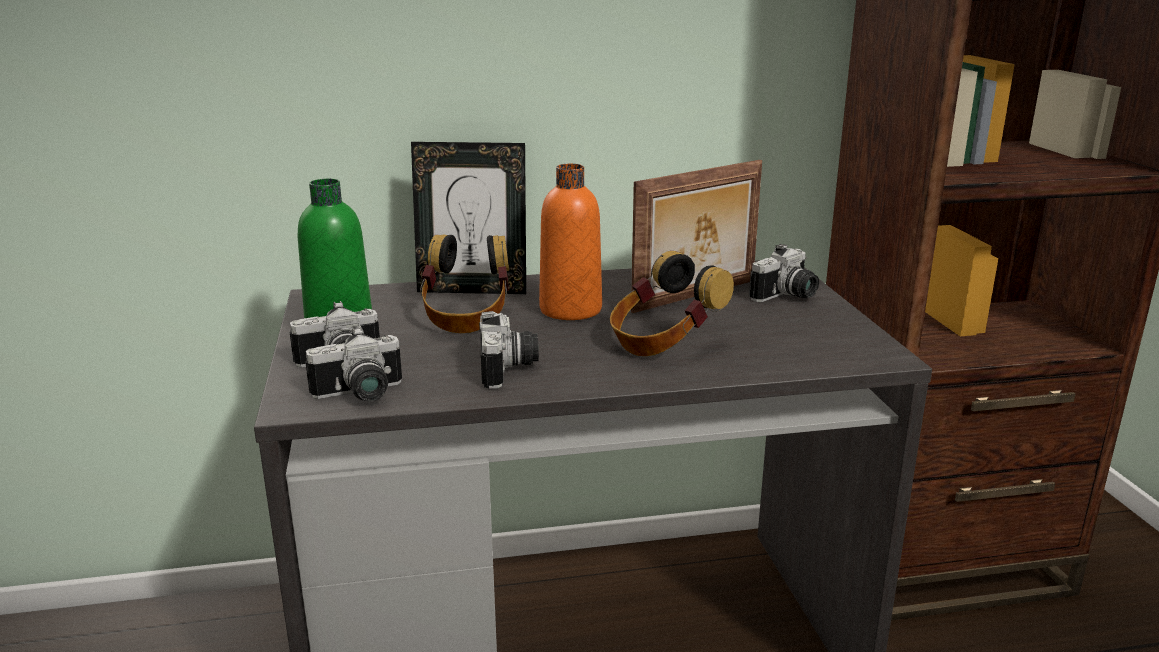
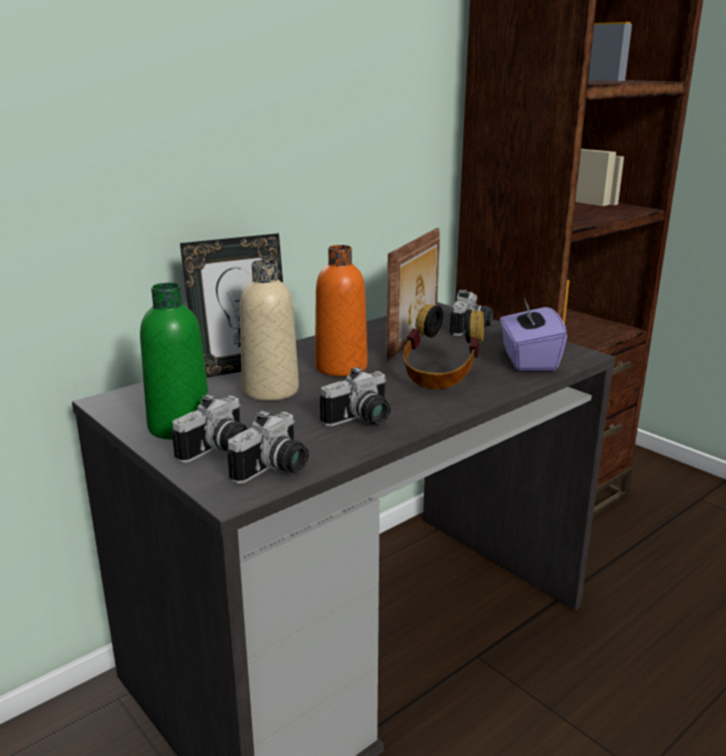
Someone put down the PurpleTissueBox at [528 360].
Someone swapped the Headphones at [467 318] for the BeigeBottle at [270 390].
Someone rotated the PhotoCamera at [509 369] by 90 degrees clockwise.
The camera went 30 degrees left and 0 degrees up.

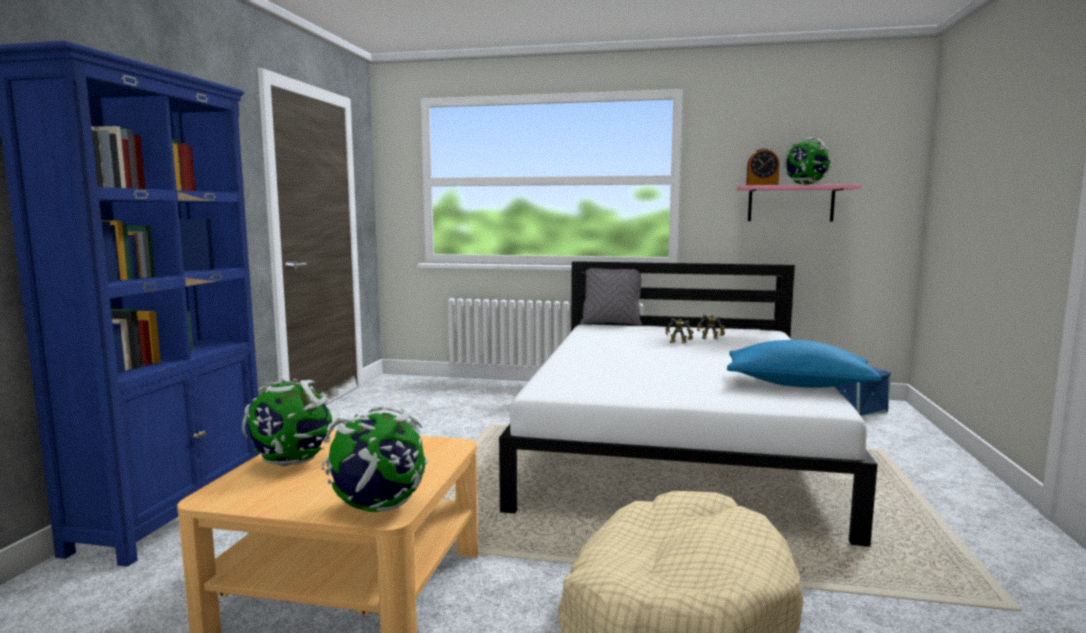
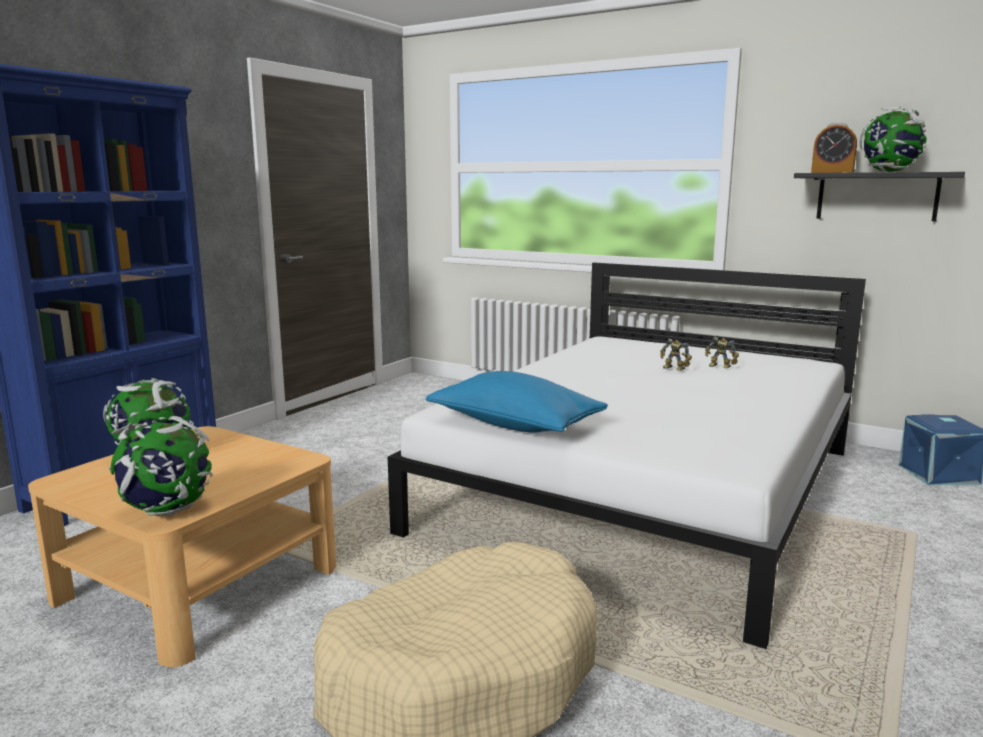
Someone took away the GreyPillow at [611 324].
Someone carried the BluePillow from [797 384] to [515 425].
Someone repainted the PinkShelf at [790 203], which became the BlackShelf at [877 196].
The camera went 20 degrees right and 5 degrees up.

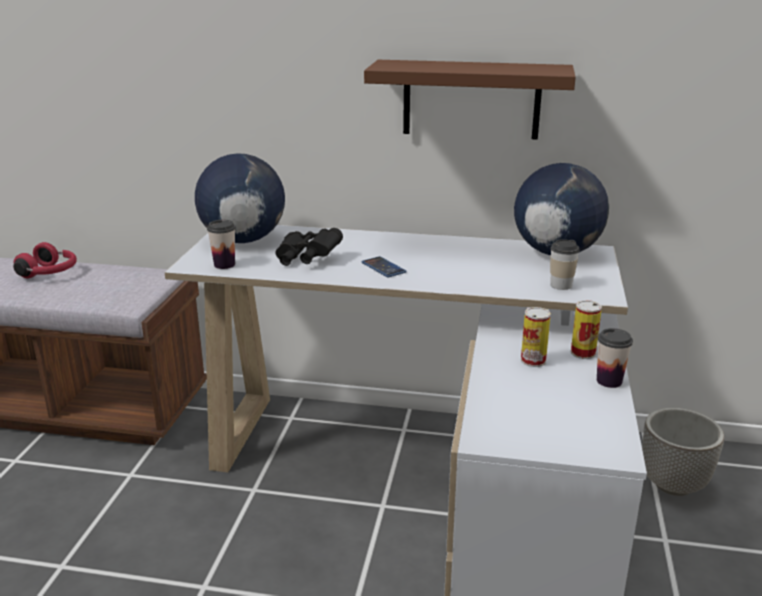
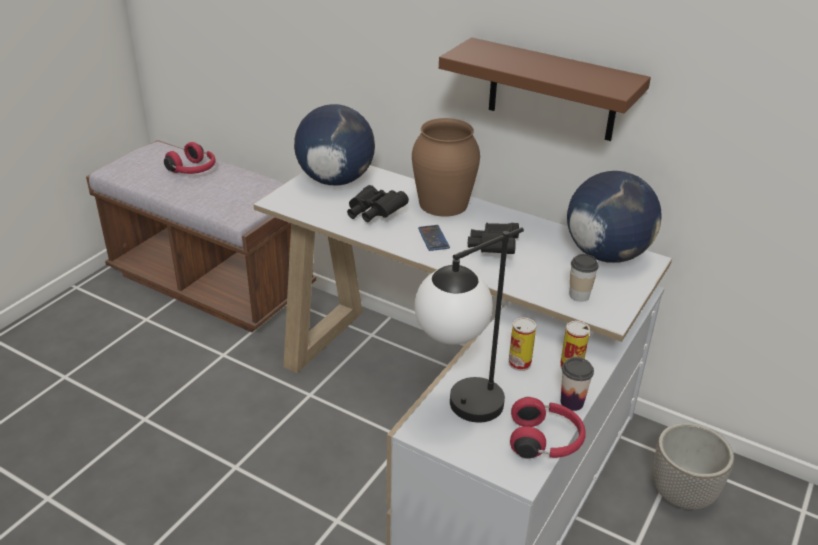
Someone took away the Cup at [224 264].
Someone put down the BrownVase at [443 204].
Someone put down the TableLamp at [459 413].
Someone put down the BlackBinoculars at [493 248].
Someone put down the RedHeadphones at [546 441].
The camera went 20 degrees right and 10 degrees up.

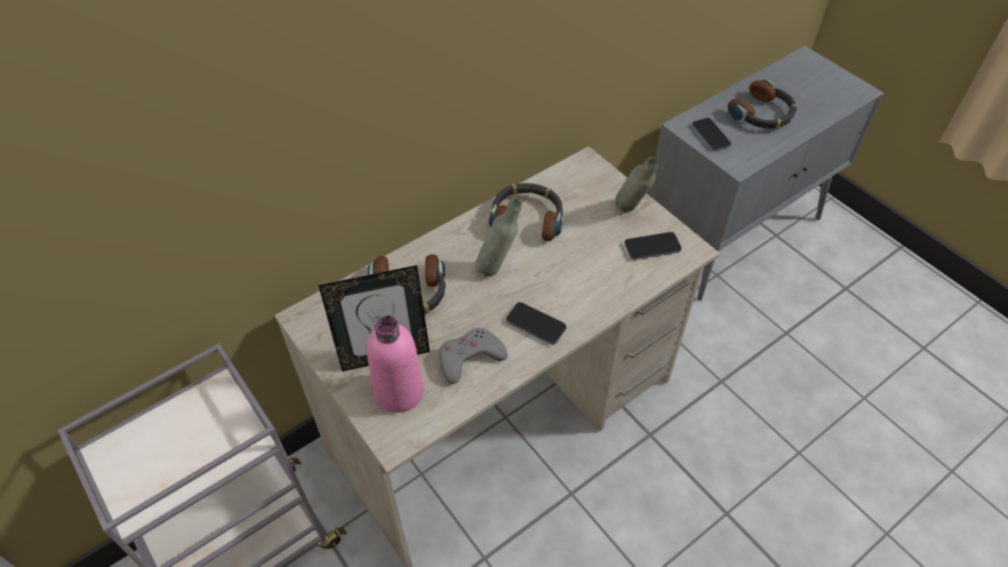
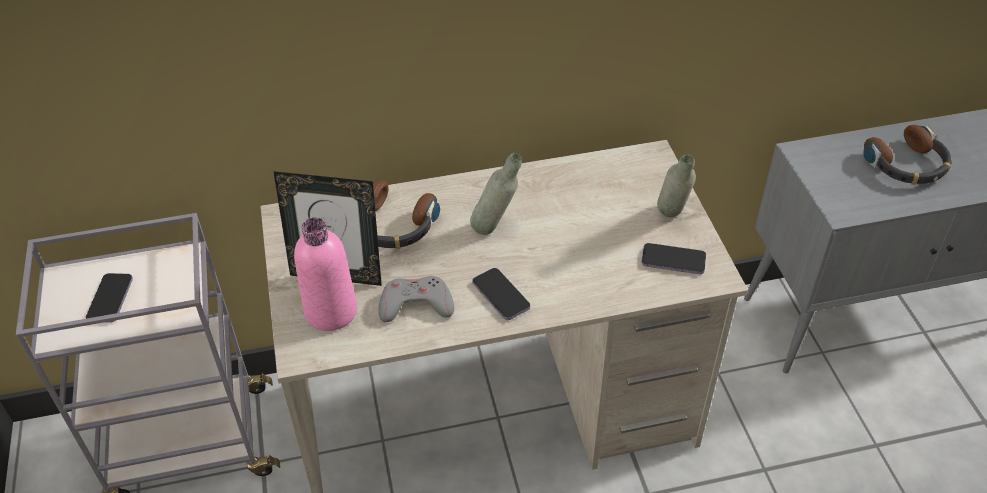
Someone took away the Headphones at [527 218].
Someone carried the Phone from [710 136] to [110 299].
The camera went 25 degrees right and 5 degrees down.

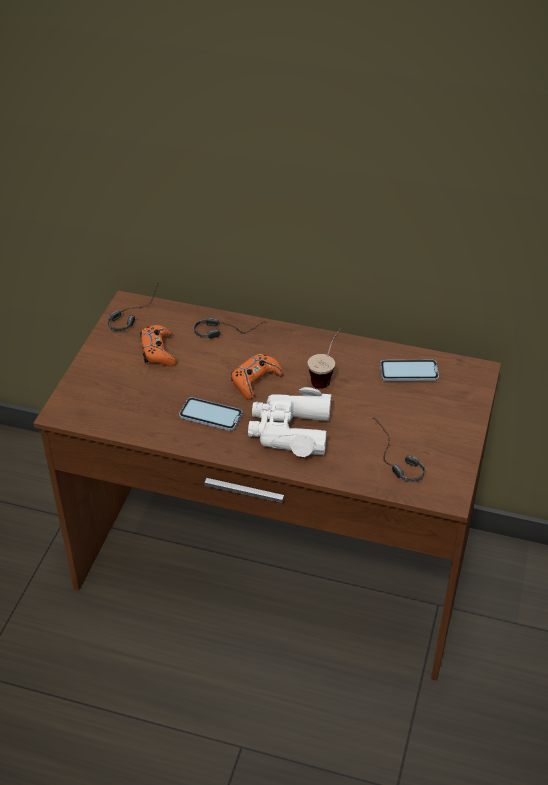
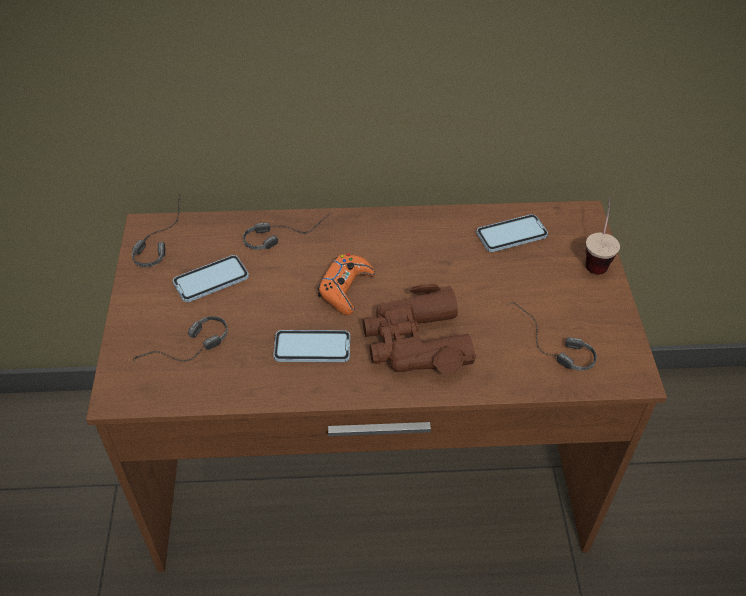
Someone put down the Headphones at [186 354].
Someone carried the Cup from [326 376] to [596 257].
Someone swapped the OrangeGameController at [158 351] for the Phone at [211 280].
Someone repainted the WhiteBinoculars at [290 431], which became the BrownBinoculars at [415 342].
The camera went 20 degrees left and 5 degrees up.

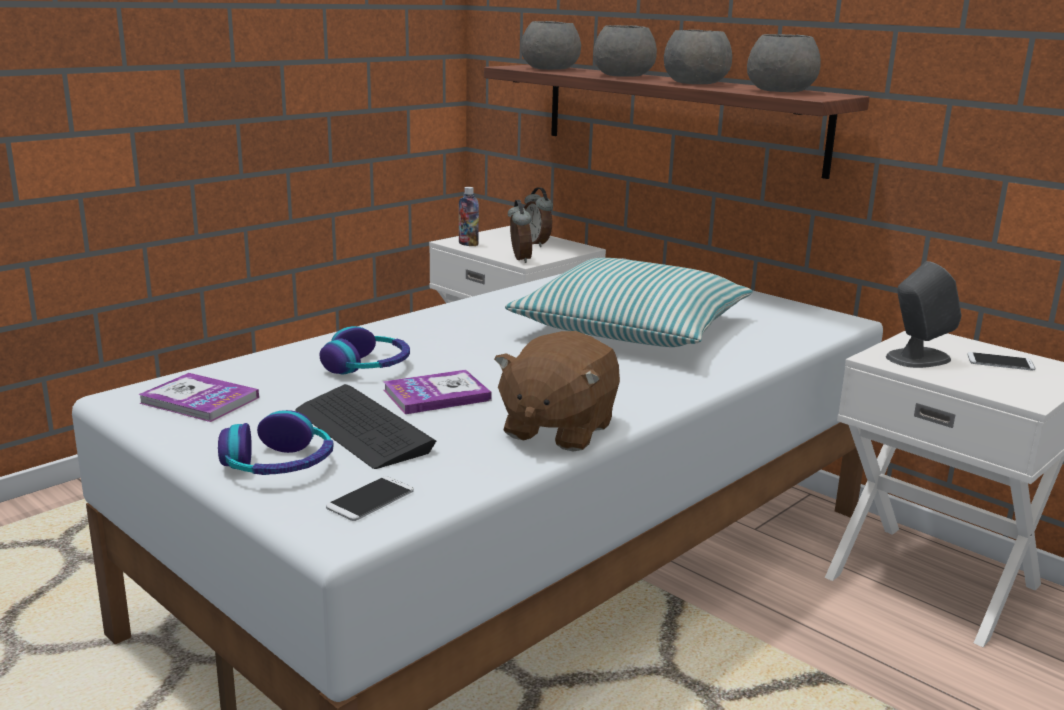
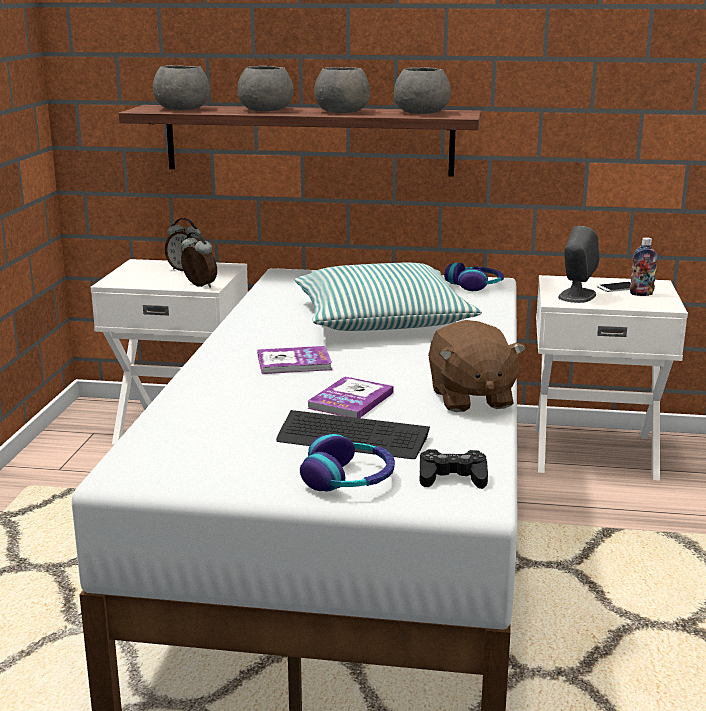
Someone carried the Book from [199 400] to [294 363].
Someone carried the Headphones from [367 366] to [475 285].
Someone carried the Bottle from [468 244] to [641 294].
Someone swapped the Phone at [370 499] for the BlackGameController at [452 477].
The camera went 35 degrees left and 0 degrees up.

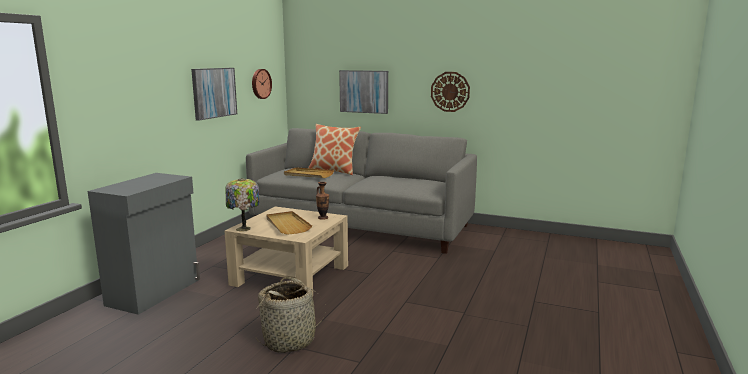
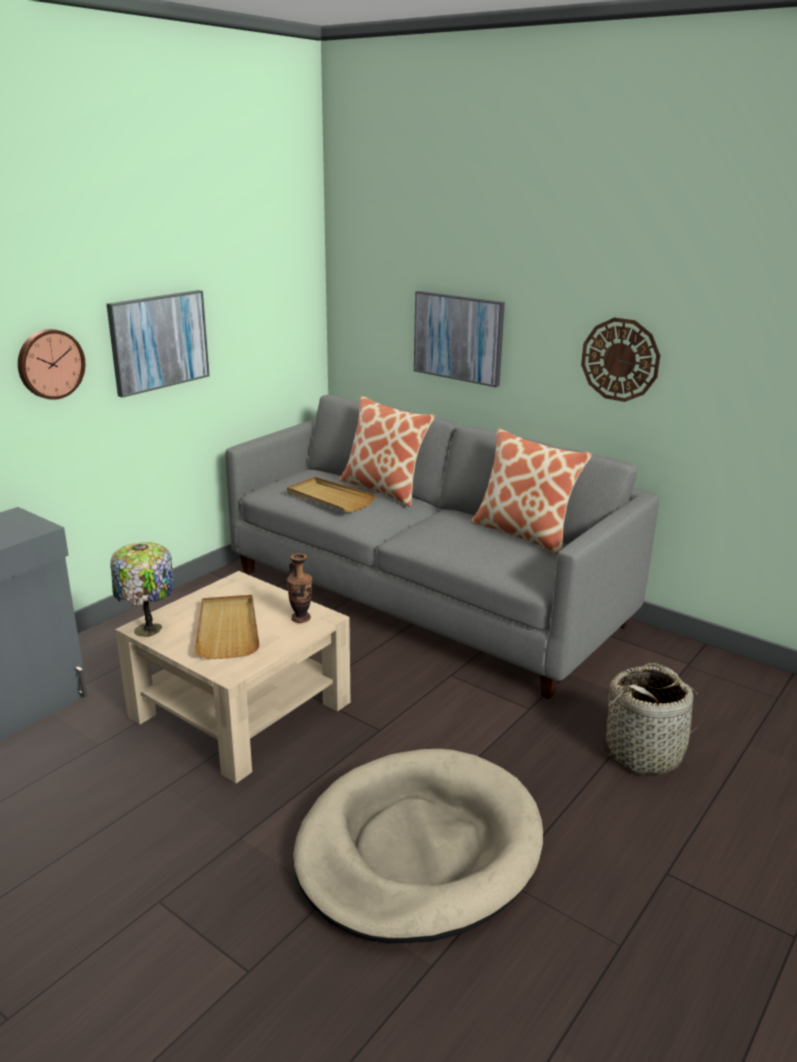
Someone put down the BeigeDogBed at [418 849].
Someone put down the Pillow at [524 534].
Someone carried the WallClock from [260 83] to [50 363].
Someone carried the Basket from [290 340] to [644 753].
The camera went 15 degrees right and 10 degrees up.

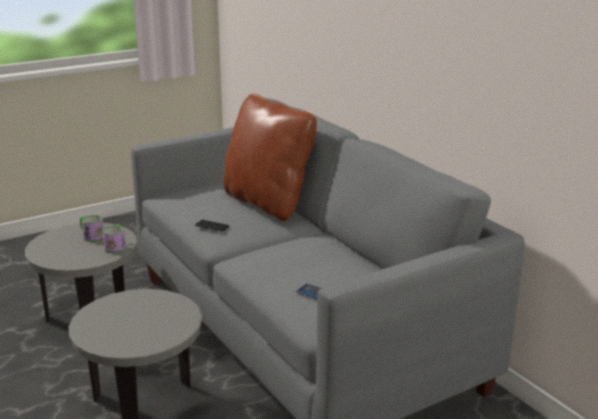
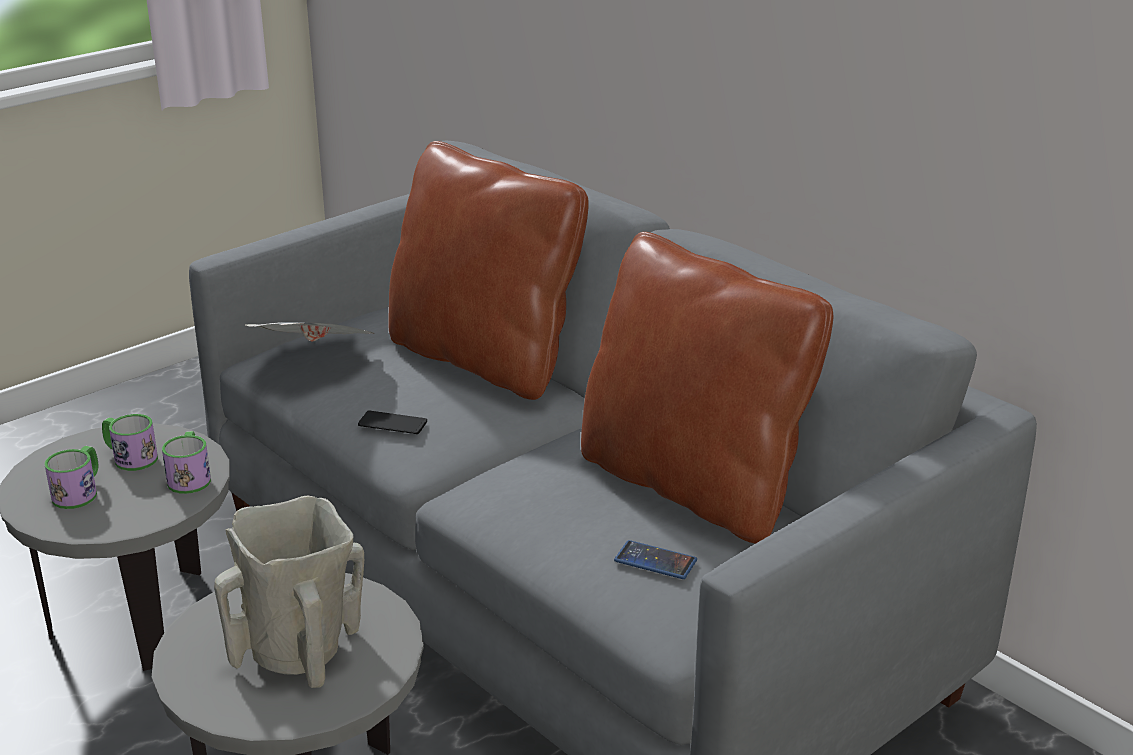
Someone put down the Mug at [79 492].
Someone put down the BeigeVase at [301 651].
Someone put down the Newspaper at [317 360].
Someone put down the BrownPillow at [693 485].
The camera went 10 degrees left and 5 degrees up.

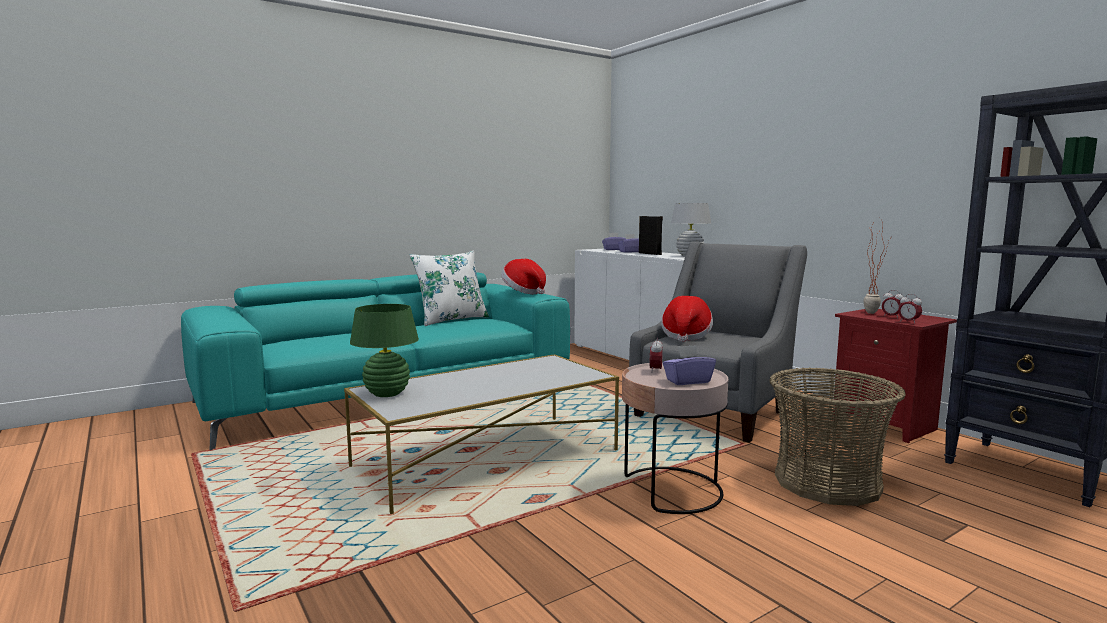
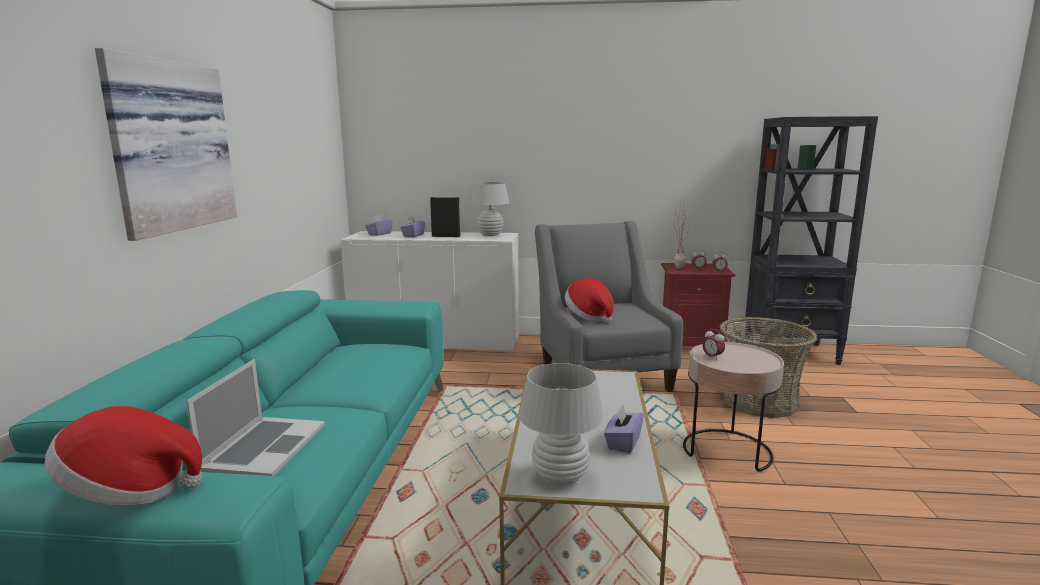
Someone took away the WhitePillow at [451 320].
Someone put up the Picture at [168 146].
Someone put down the Laptop at [264 446].
Someone carried the Hat from [524 292] to [129 491].
Someone carried the PurpleTissueBox from [688 381] to [623 443].
Someone repainted the GreenTableLamp at [387 394], which became the WhiteTableLamp at [560 477].
The camera went 50 degrees left and 5 degrees up.

